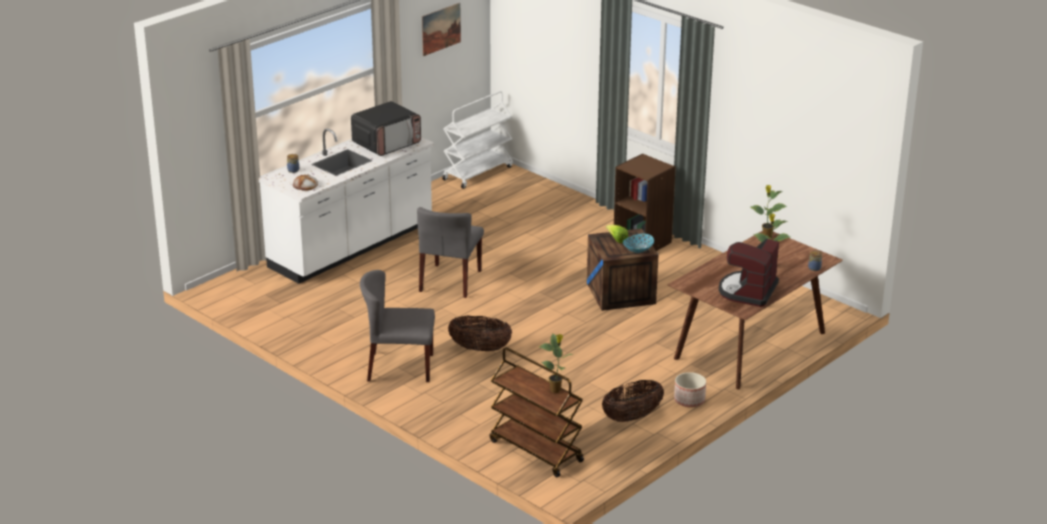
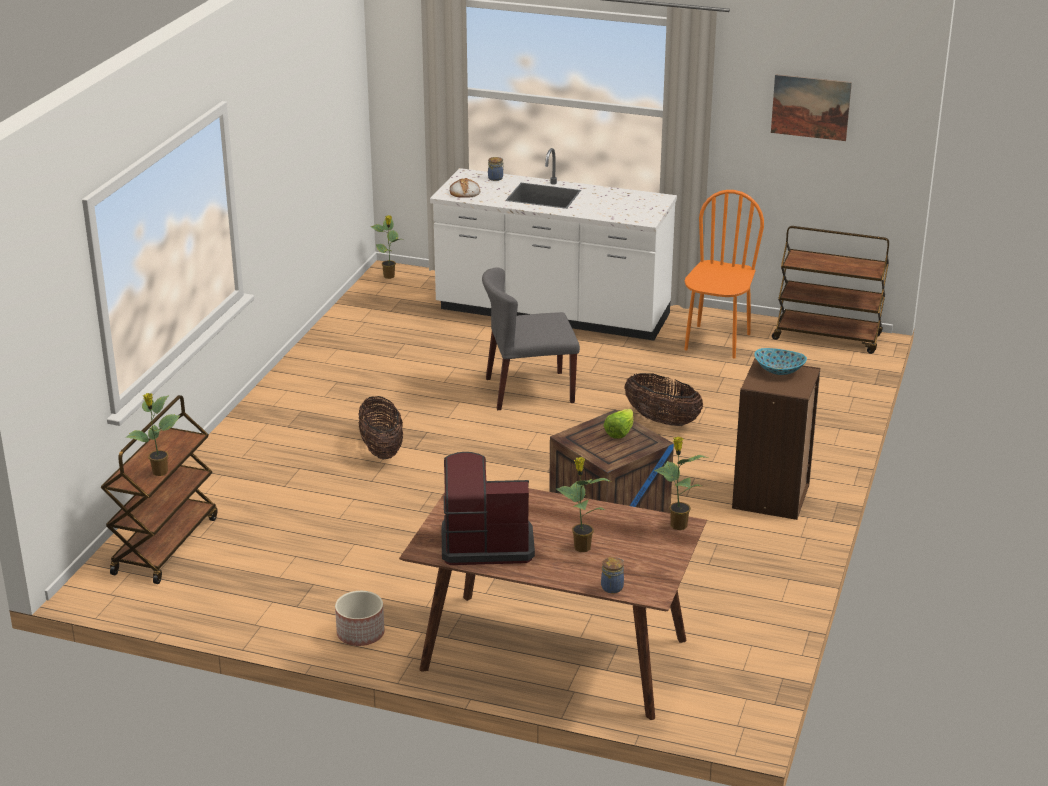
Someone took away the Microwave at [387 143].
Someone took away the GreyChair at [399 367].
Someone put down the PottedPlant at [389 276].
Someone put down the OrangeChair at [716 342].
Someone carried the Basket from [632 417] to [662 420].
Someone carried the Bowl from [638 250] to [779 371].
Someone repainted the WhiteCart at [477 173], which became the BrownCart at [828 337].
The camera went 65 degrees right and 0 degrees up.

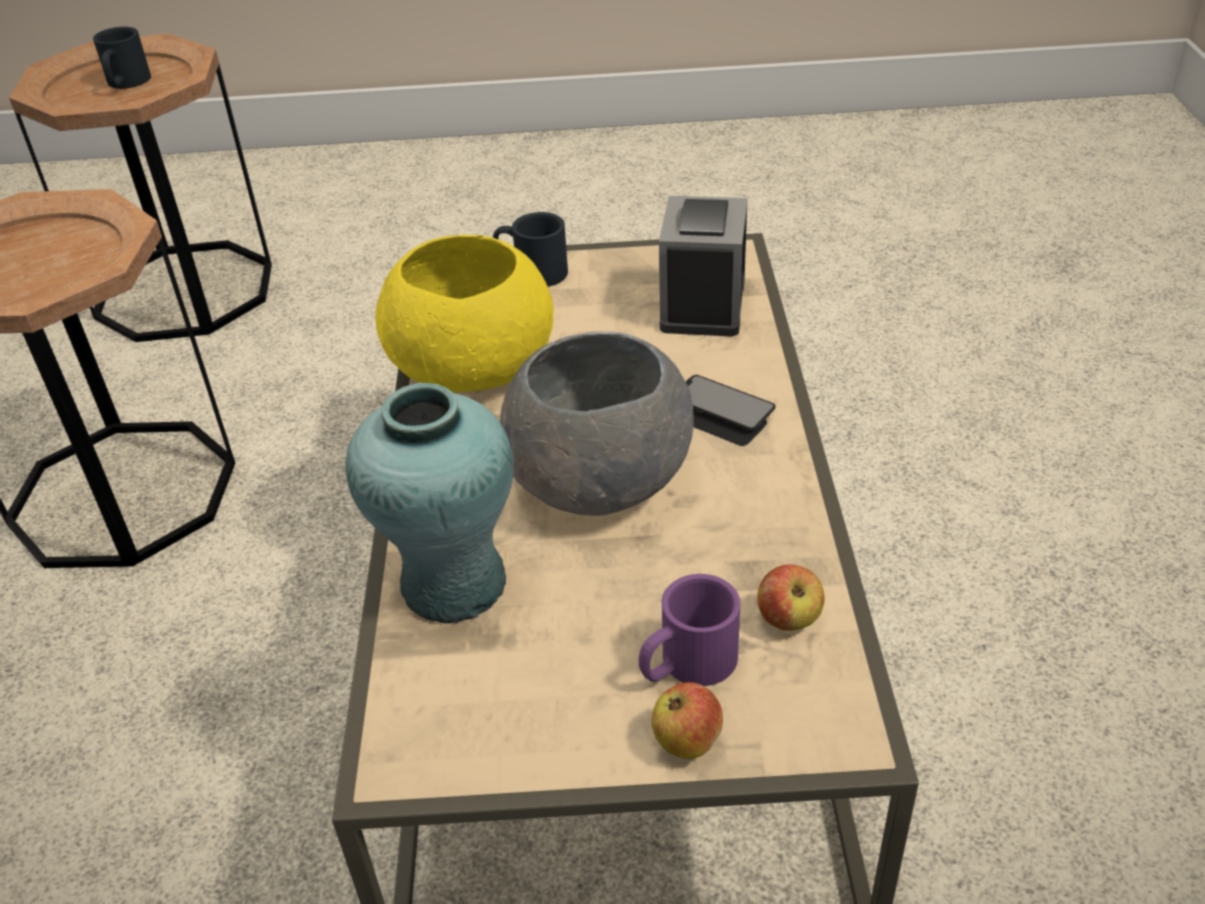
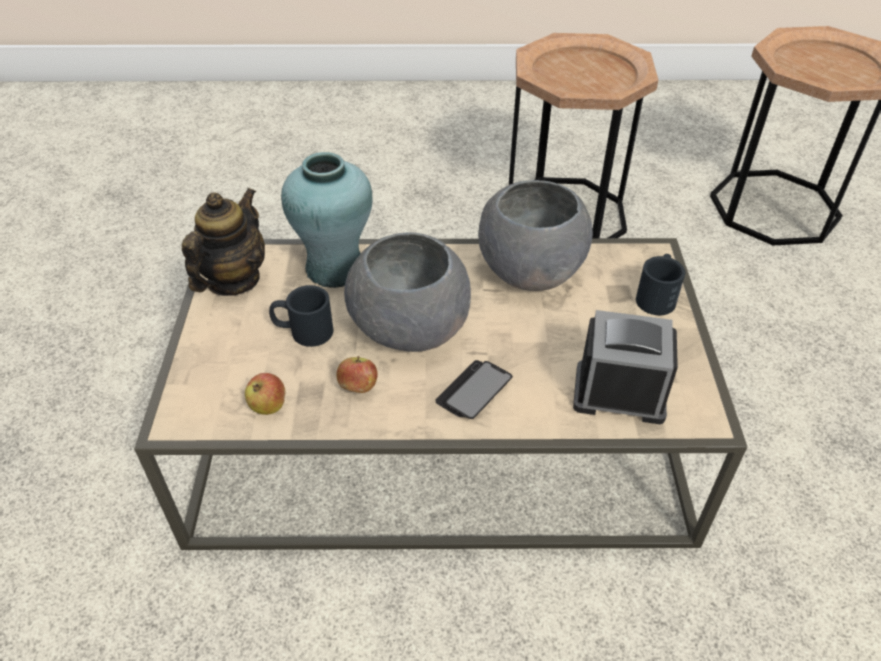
Someone took away the PurpleMug at [686 665].
Someone put down the Teapot at [233 280].
Someone carried the BlackMug from [126 84] to [303 331].
Someone carried the Apple from [687 741] to [358 387].
Someone repainted the YellowBowl at [470 369], which became the GreyBowl at [531 268].
The camera went 90 degrees right and 5 degrees up.

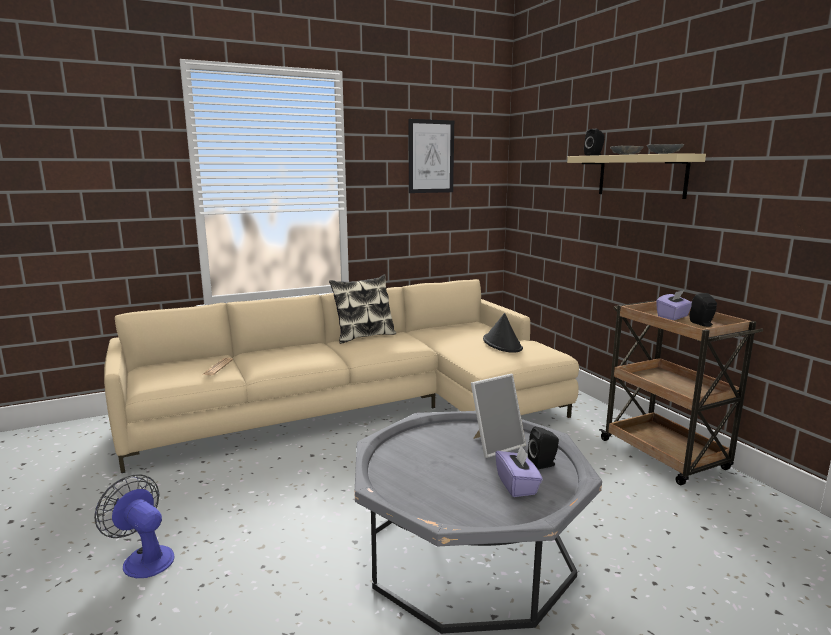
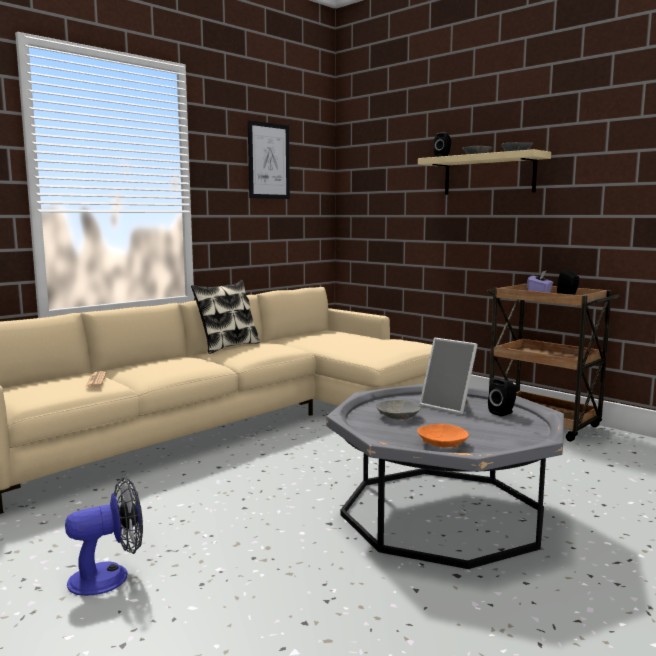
Someone took away the BlackHat at [502 344].
Someone took away the PurpleTissueBox at [517 485].
Someone put down the GreyBowl at [397 417].
Someone put down the OrangeBowl at [442 444].
Someone rotated the Fan at [144 558] by 135 degrees clockwise.
Someone rotated the PictureFrame at [495 445] by 90 degrees clockwise.
The camera went 20 degrees left and 5 degrees down.

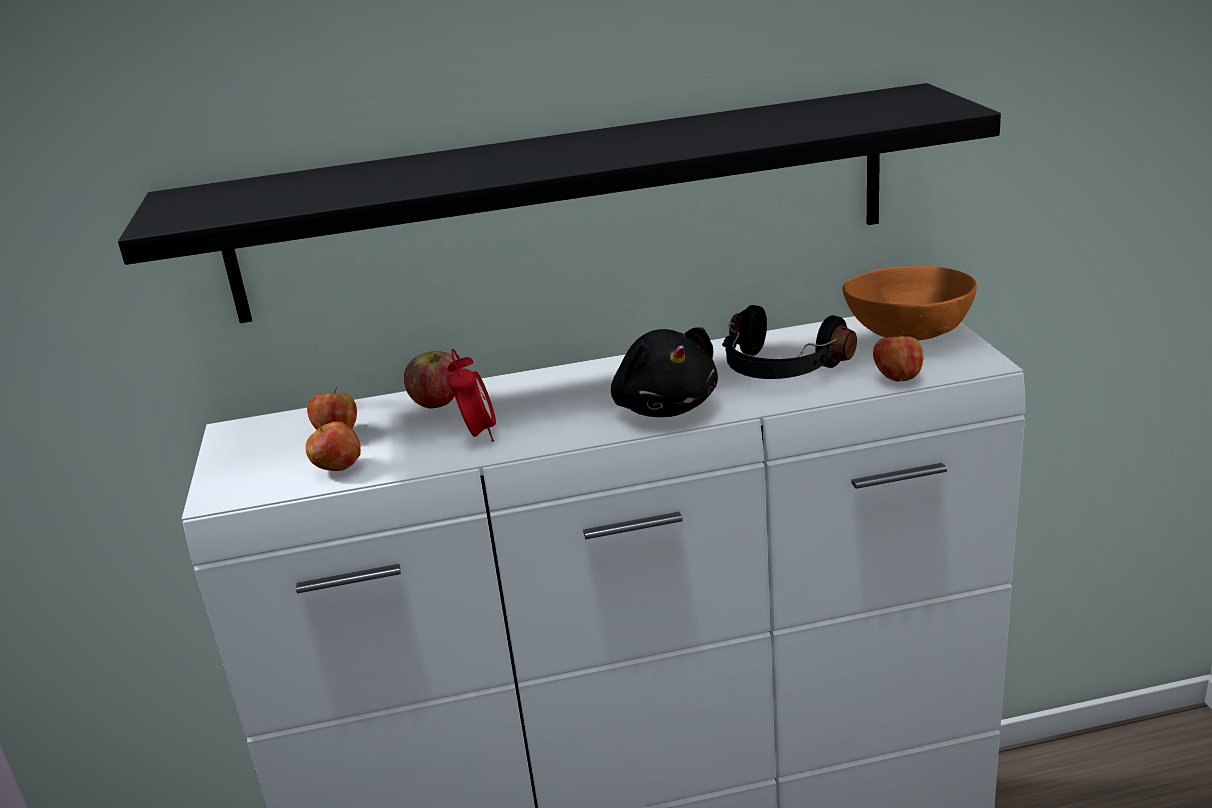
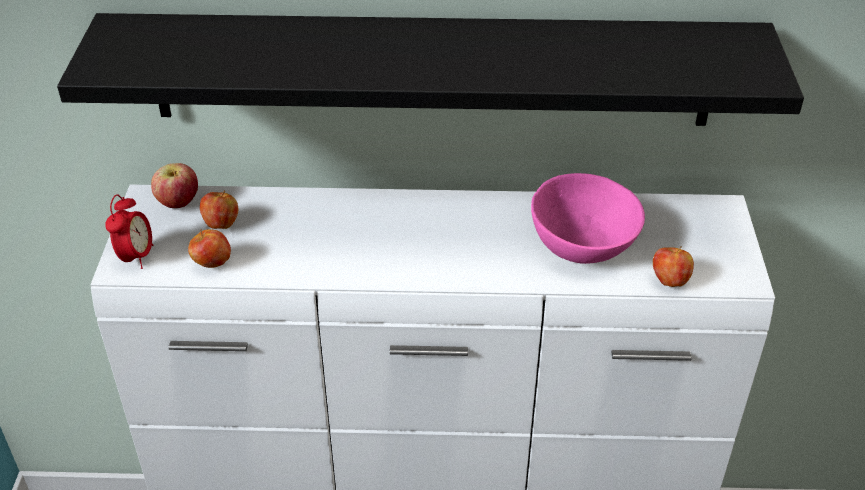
Someone took away the BlackPlushToy at [664 407].
Someone took away the OrangeBowl at [910 333].
Someone carried the Apple from [437 404] to [178 203].
Someone carried the AlarmClock from [478 434] to [136 257].
Someone swapped the BlackHeadphones at [779 369] for the PinkBowl at [581 243].
The camera went 10 degrees right and 15 degrees up.

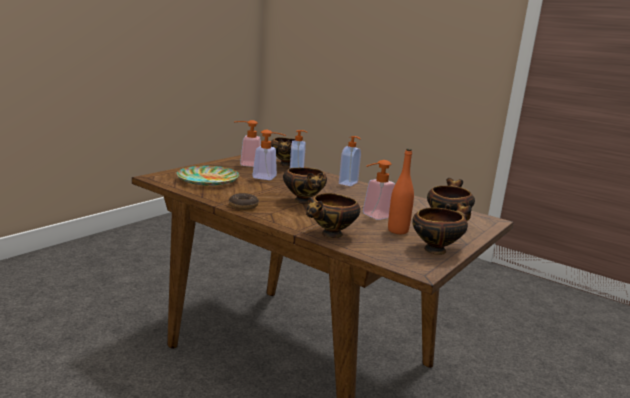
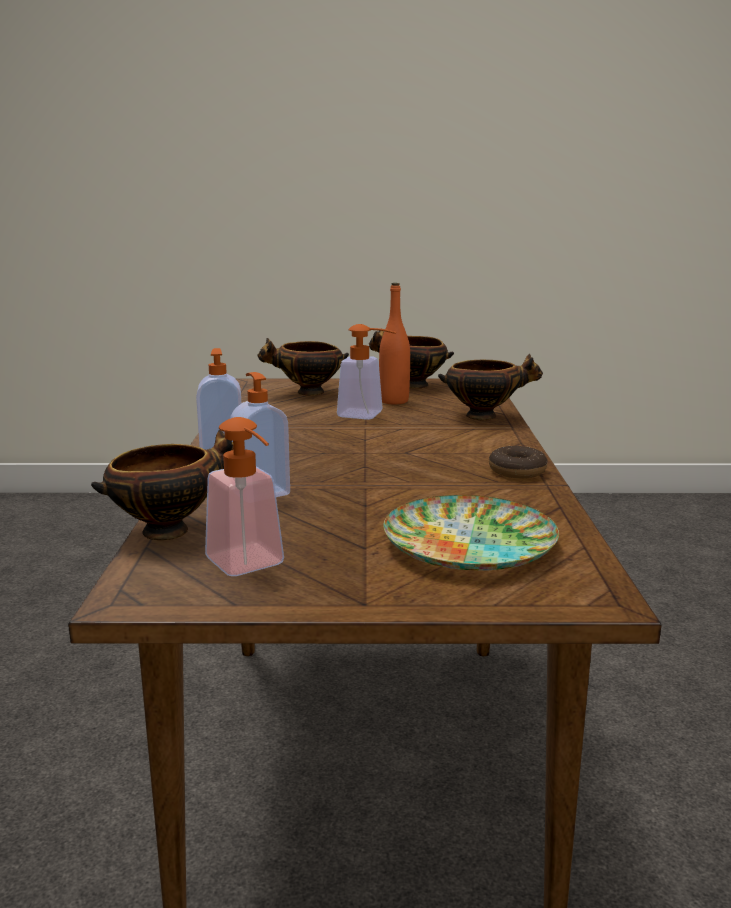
Someone took away the SoapDispenser at [269 178].
Someone took away the Bowl at [304 202].
The camera went 125 degrees left and 0 degrees up.

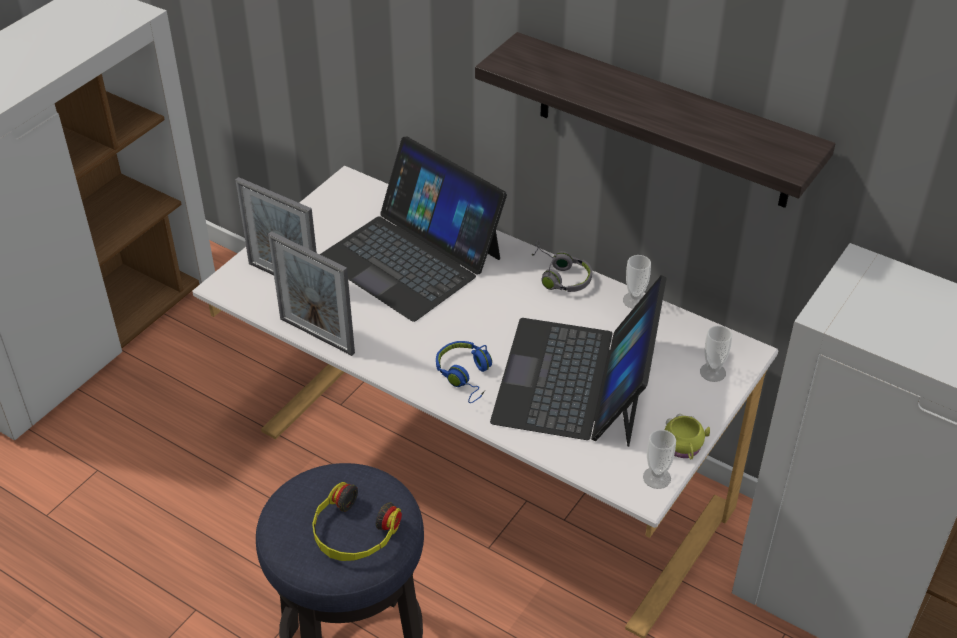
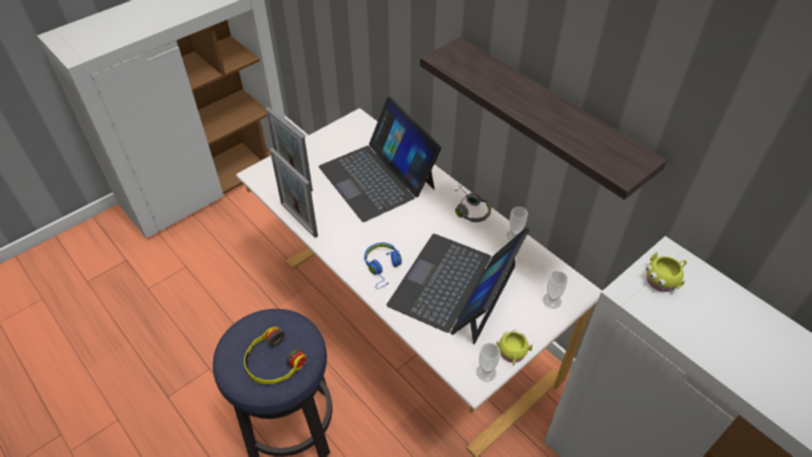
Someone put down the YellowMug at [663 279].
The camera went 15 degrees right and 5 degrees up.

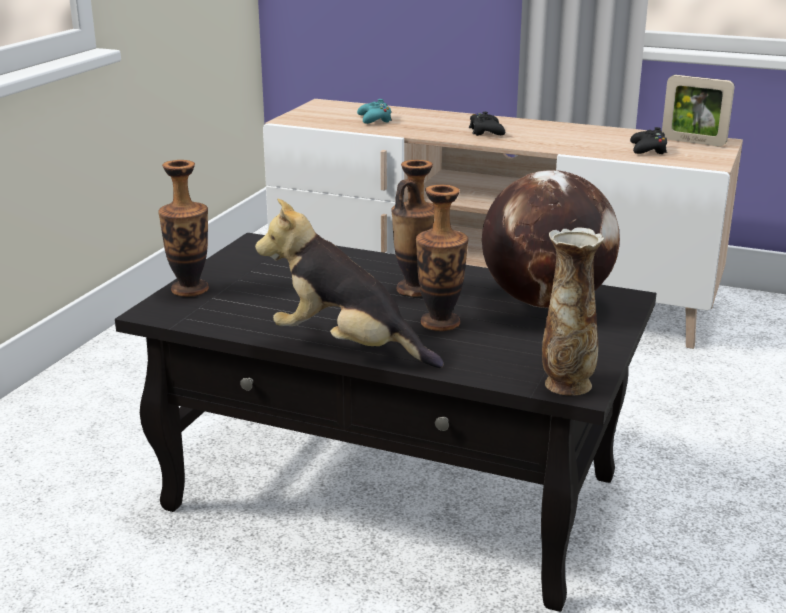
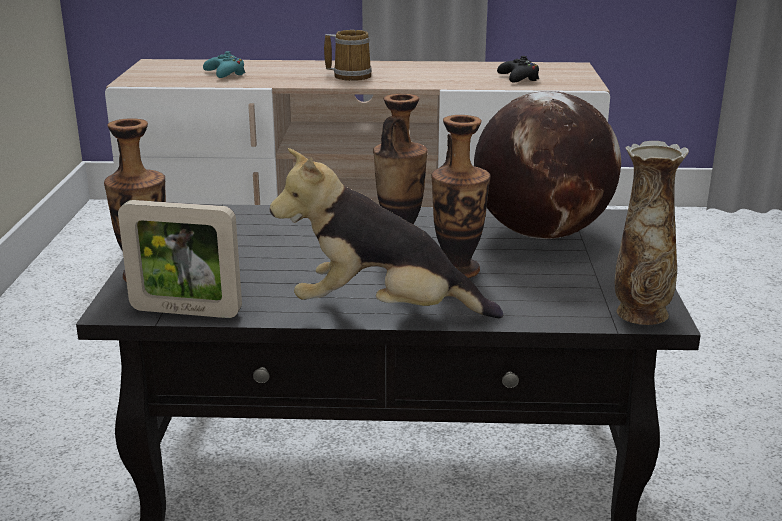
Someone carried the PictureFrame from [693 142] to [186 311].
Someone swapped the BlackGameController at [486 132] for the Mug at [350 75].
The camera went 20 degrees left and 0 degrees up.

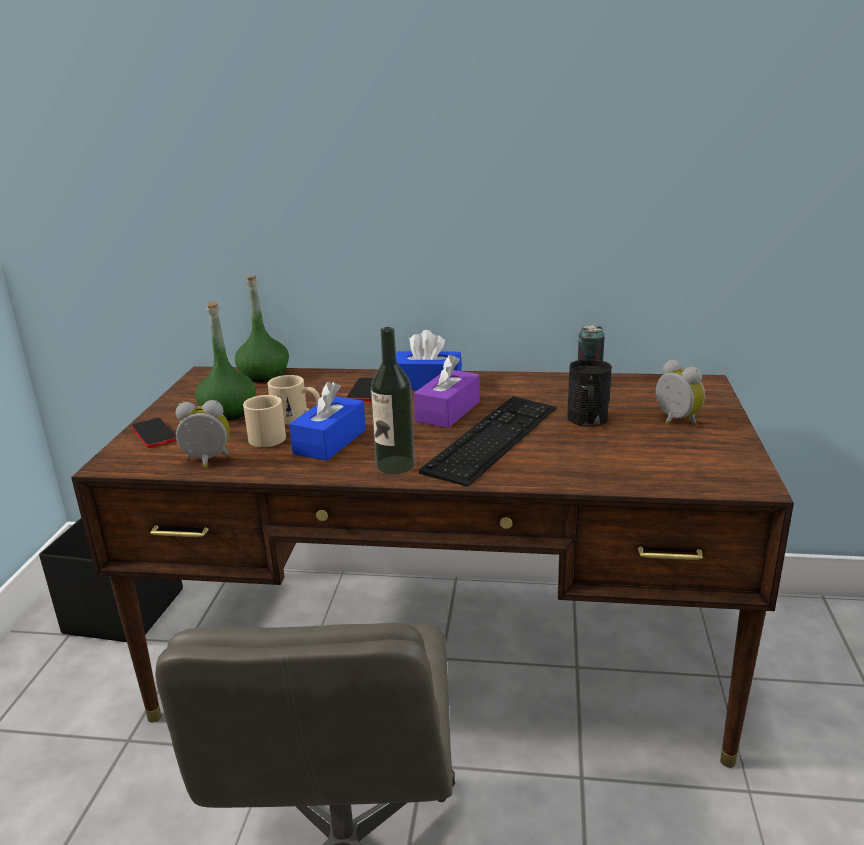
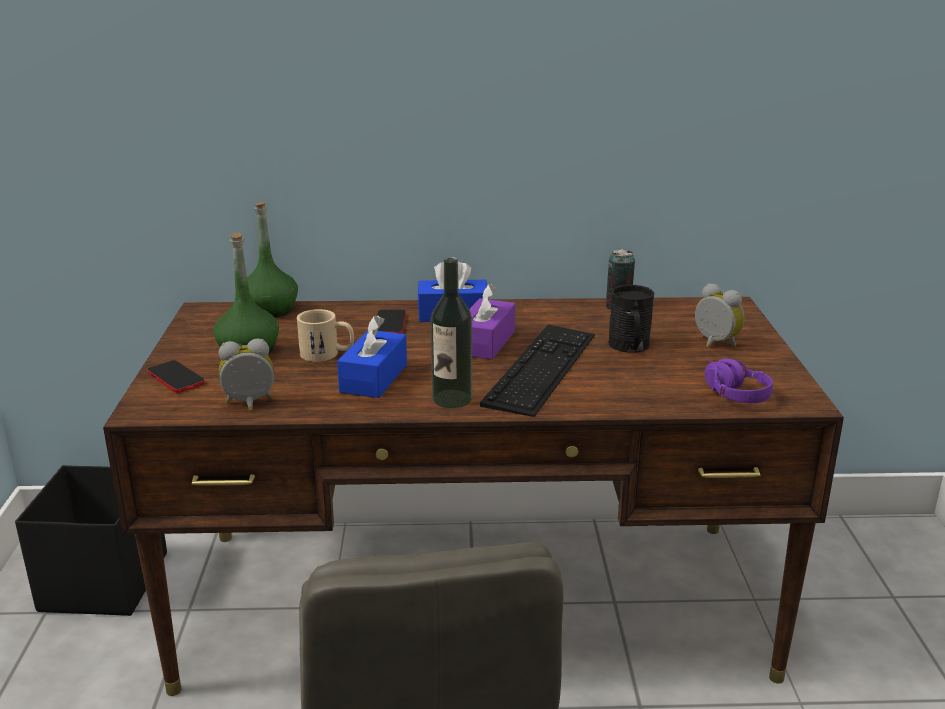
Someone took away the BeigeMug at [263 436].
Someone put down the PurpleHeadphones at [728 392].
The camera went 10 degrees left and 0 degrees up.

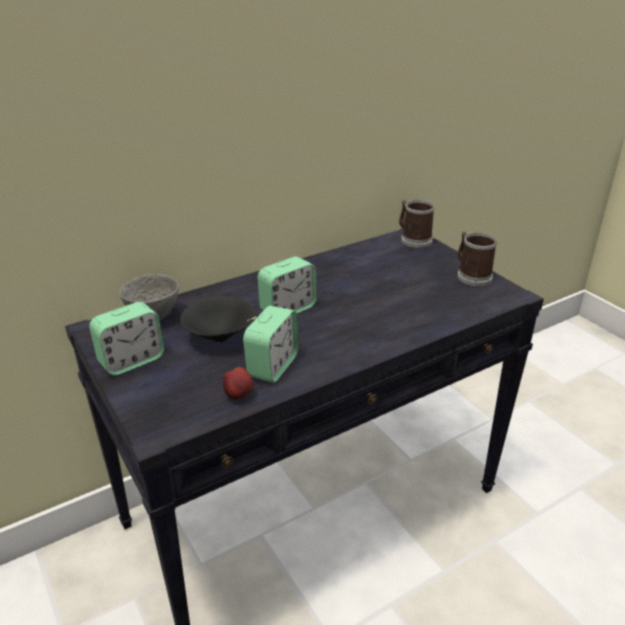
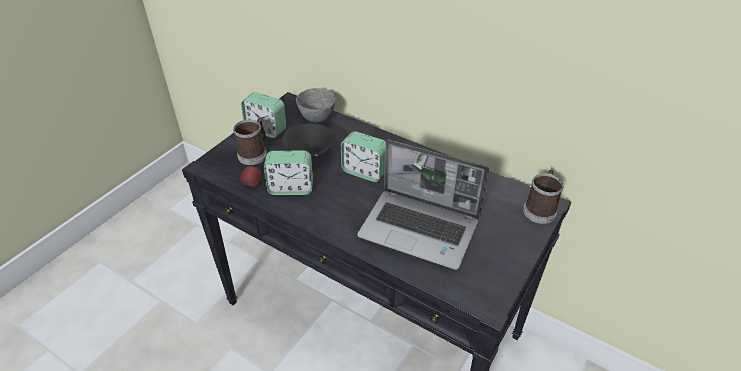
Someone put down the Laptop at [420 229].
Someone carried the Mug from [471 275] to [254 153].
The camera went 65 degrees right and 10 degrees up.

